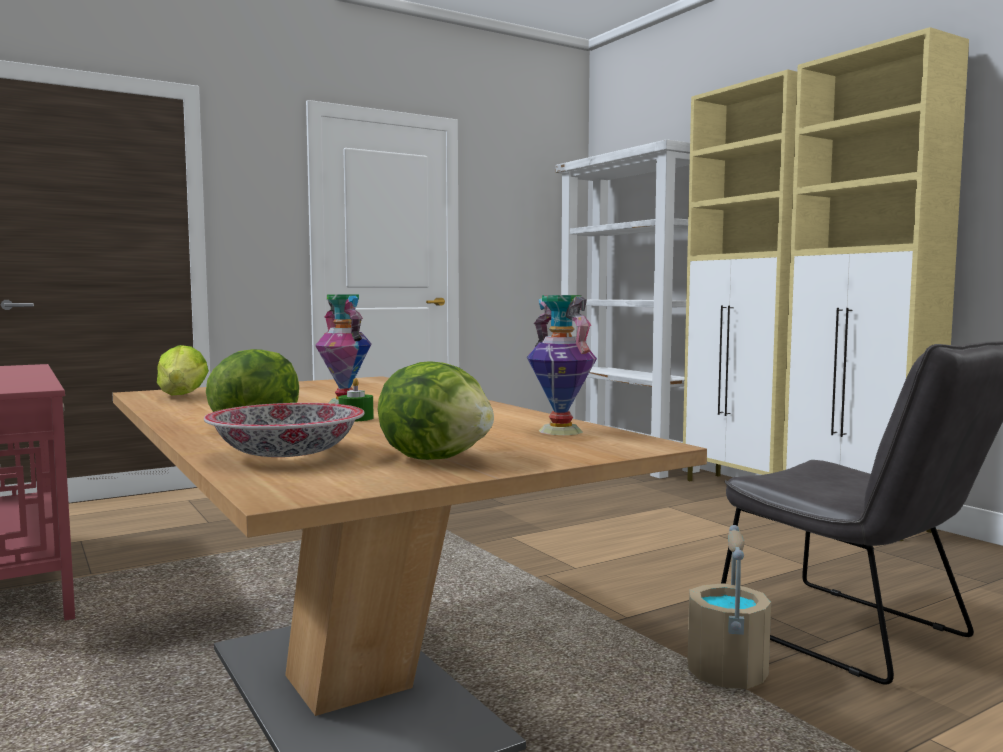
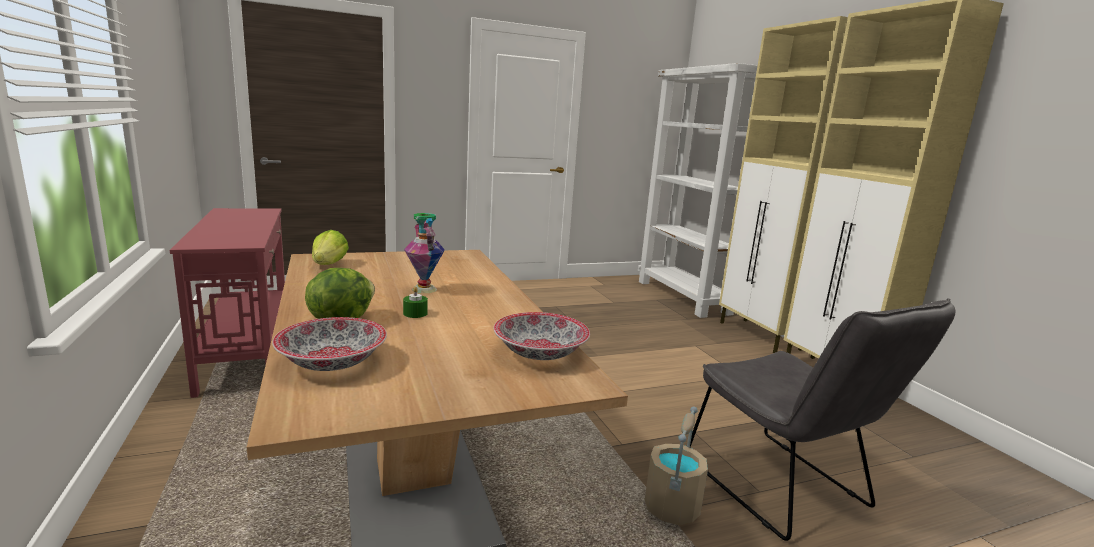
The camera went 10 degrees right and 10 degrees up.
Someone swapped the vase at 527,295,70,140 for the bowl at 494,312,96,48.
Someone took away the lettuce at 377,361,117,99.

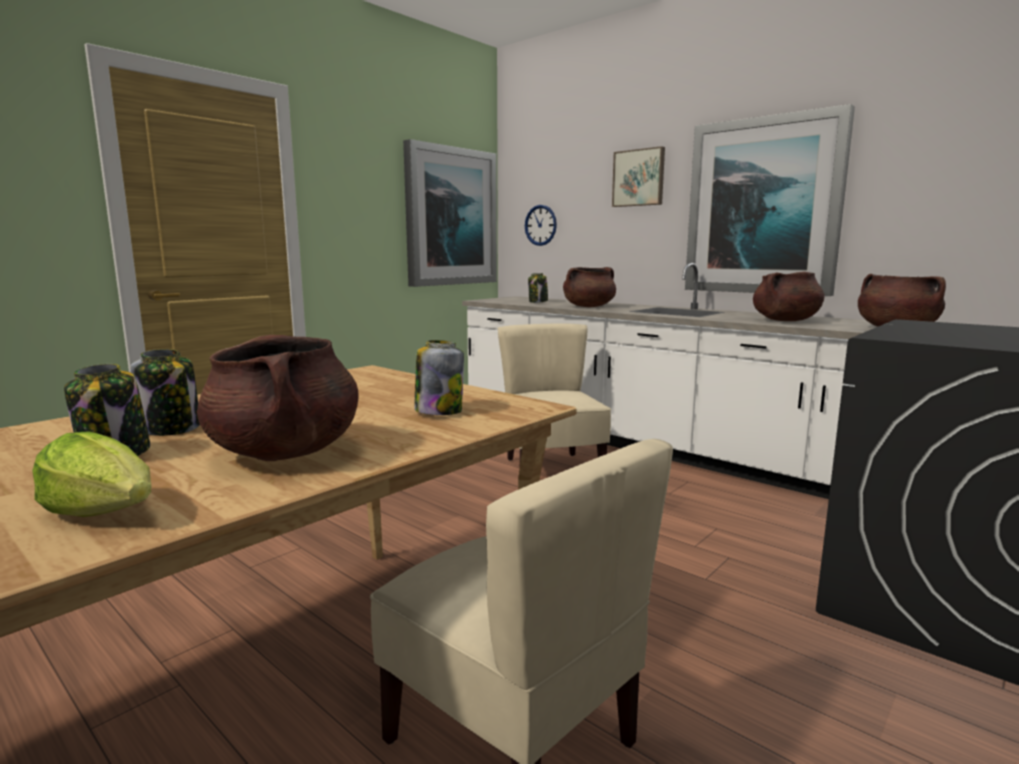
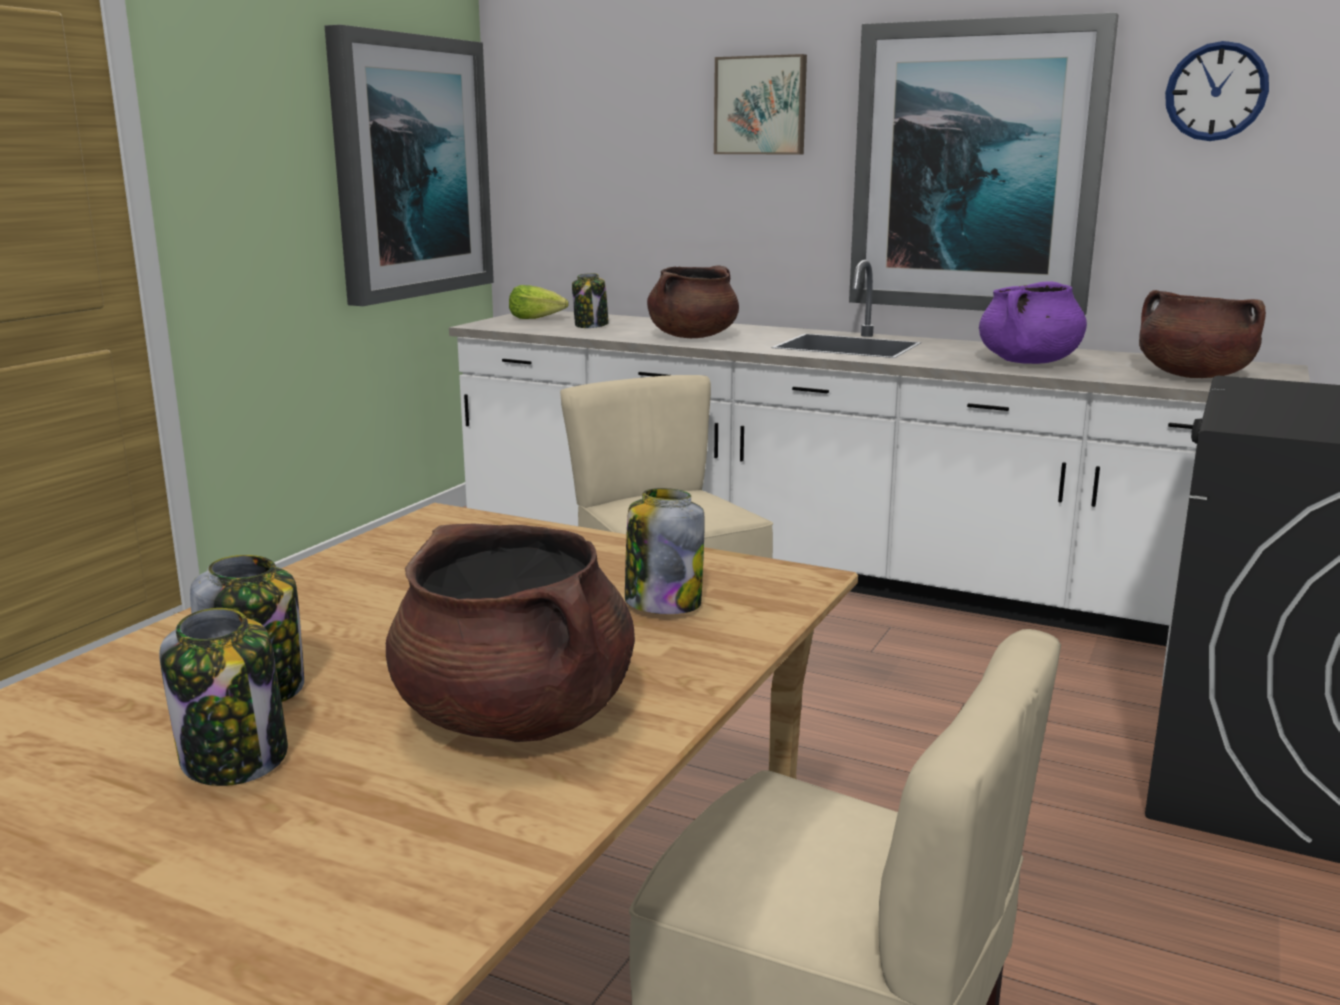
The camera went 15 degrees left and 5 degrees up.
Someone carried the lettuce from 32,431,120,86 to 509,285,60,34.
Someone repainted the brown_cooking_pot at 753,272,72,49, which became the purple_cooking_pot at 979,281,108,83.
Someone carried the wall_clock from 525,205,32,41 to 1165,41,104,100.

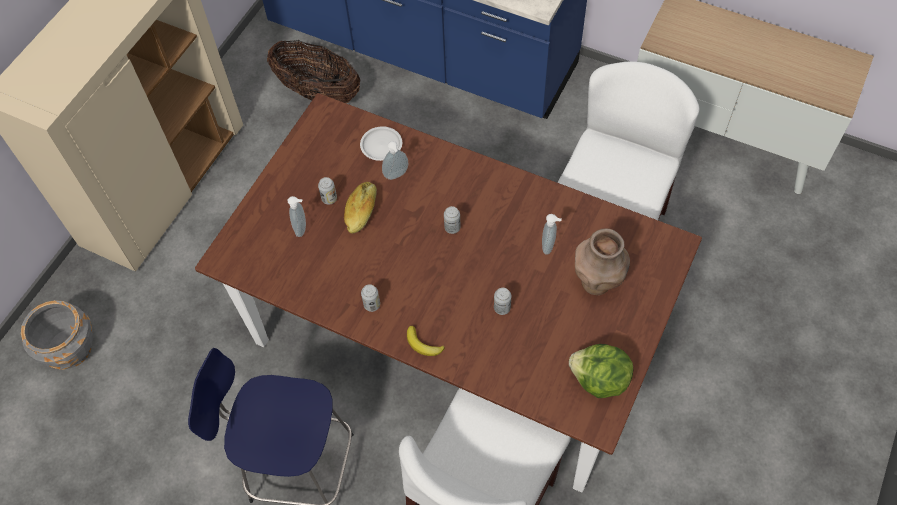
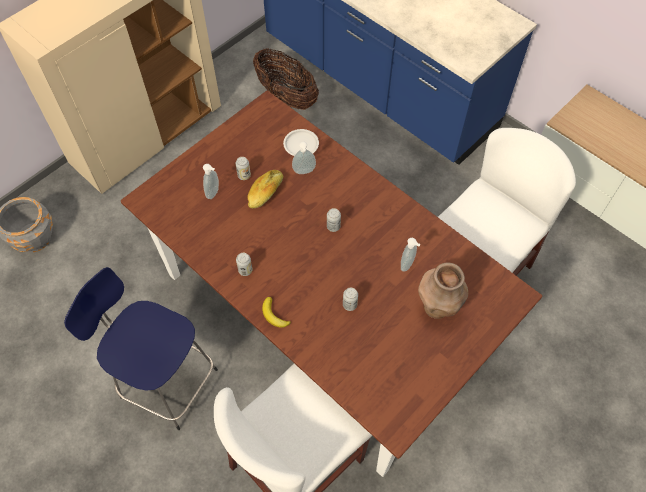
The camera went 15 degrees right and 0 degrees up.
Someone took away the lettuce at 569,344,64,54.

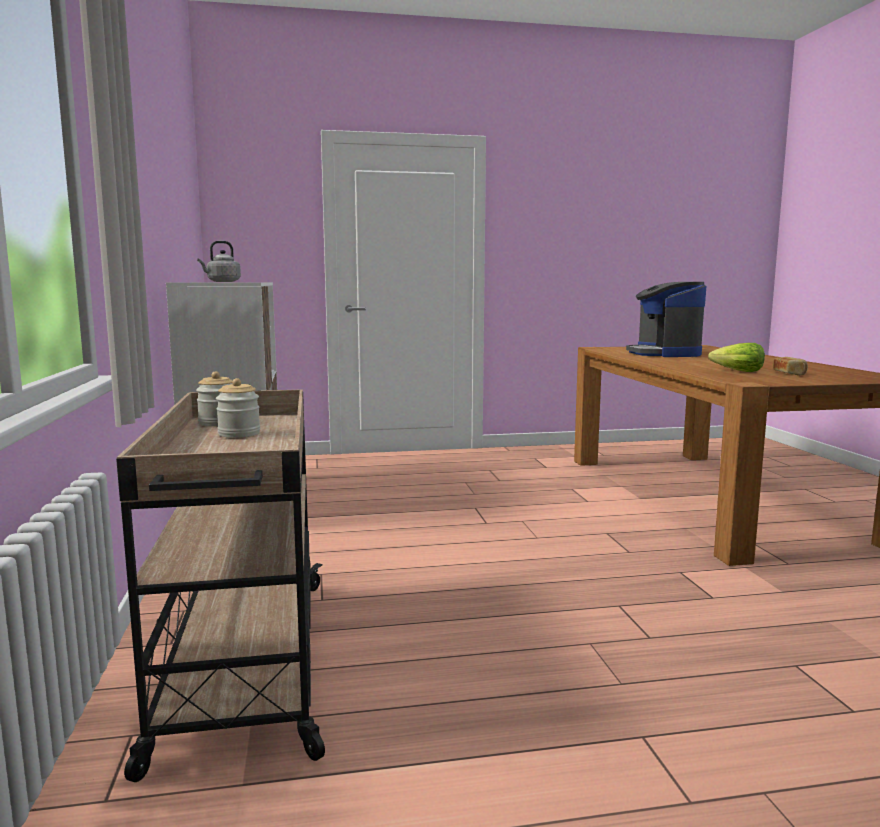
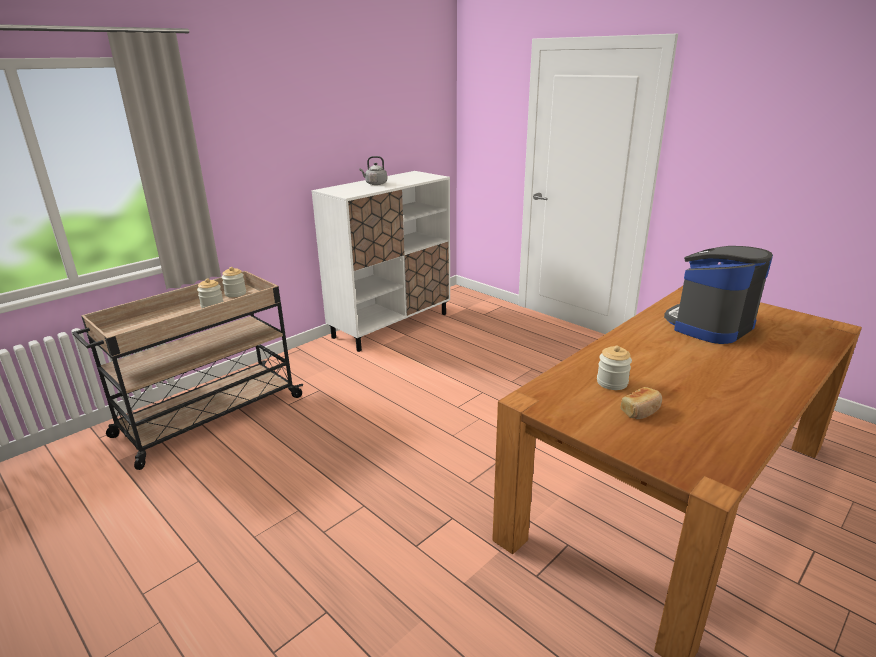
The camera went 55 degrees right and 15 degrees up.
Someone swapped the lettuce at 708,343,57,29 for the jar at 597,346,35,44.

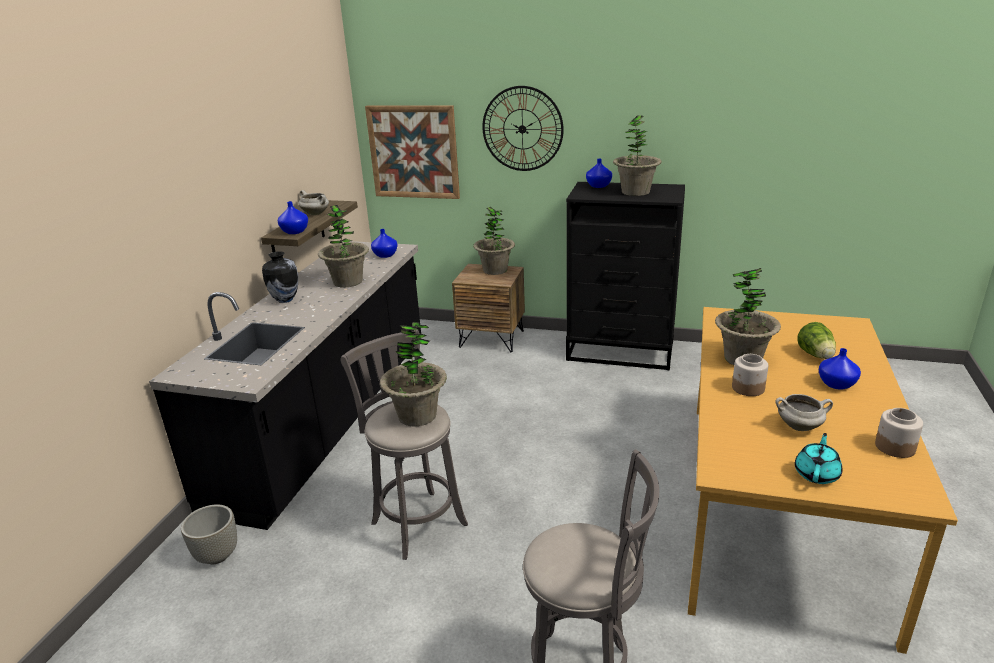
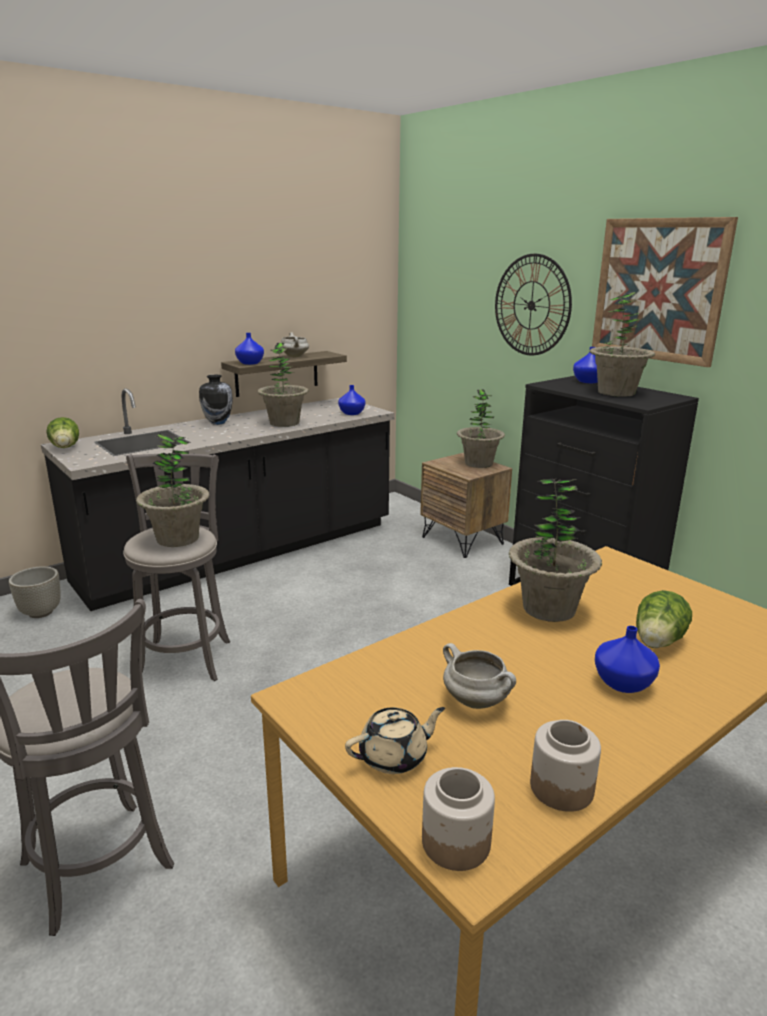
The camera went 35 degrees right and 5 degrees down.
Someone put down the lettuce at 46,417,33,31.
Someone repainted the turquoise_teapot at 795,433,47,51, which became the beige_teapot at 345,707,100,67.
Someone carried the jar from 732,354,36,42 to 422,767,73,104.
Someone carried the picture from 365,106,95,93 to 592,217,146,150.

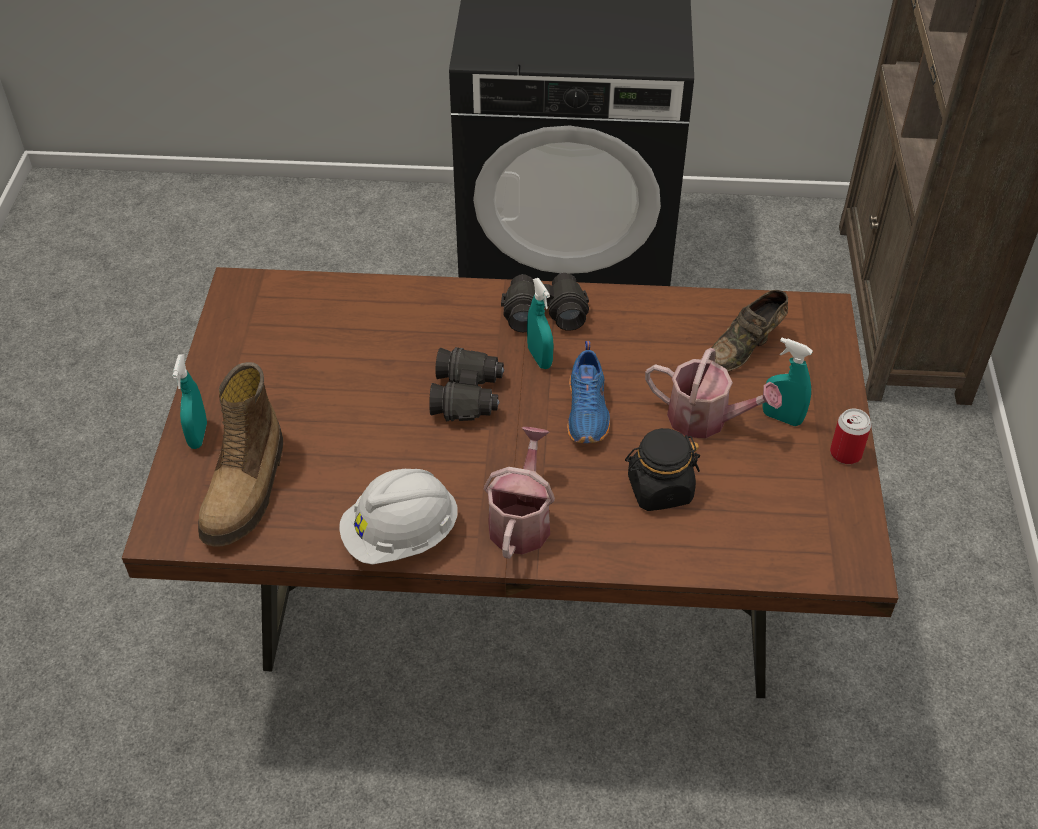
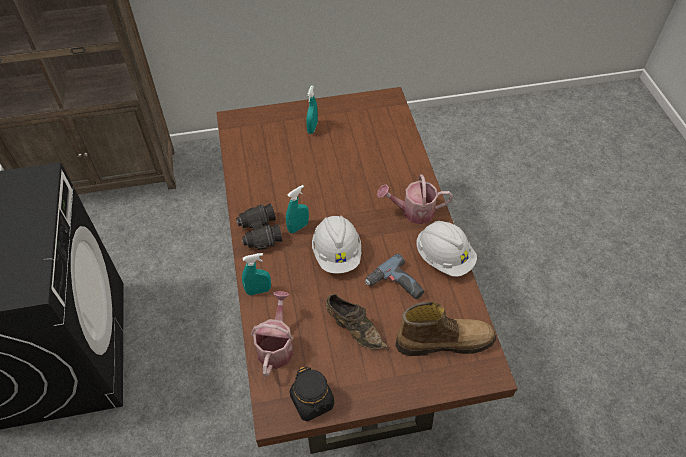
The camera went 105 degrees left and 5 degrees up.
Someone carried the turquoise_spray_bottle from 173,355,34,94 to 242,253,29,42.
Someone carried the watering_can from 645,348,137,90 to 251,291,42,86.
Someone carried the black_jar from 625,428,75,83 to 290,367,44,54.
Someone swapped the black_binoculars at 429,347,75,74 for the white_hard_hat at 312,215,49,59.
Someone carried the brown_shoe from 708,290,80,81 to 325,294,63,55.
Someone put down the power_drill at 365,254,59,45.
Someone took away the blue_shoe at 567,341,43,102.
Someone took away the can at 830,409,41,55.

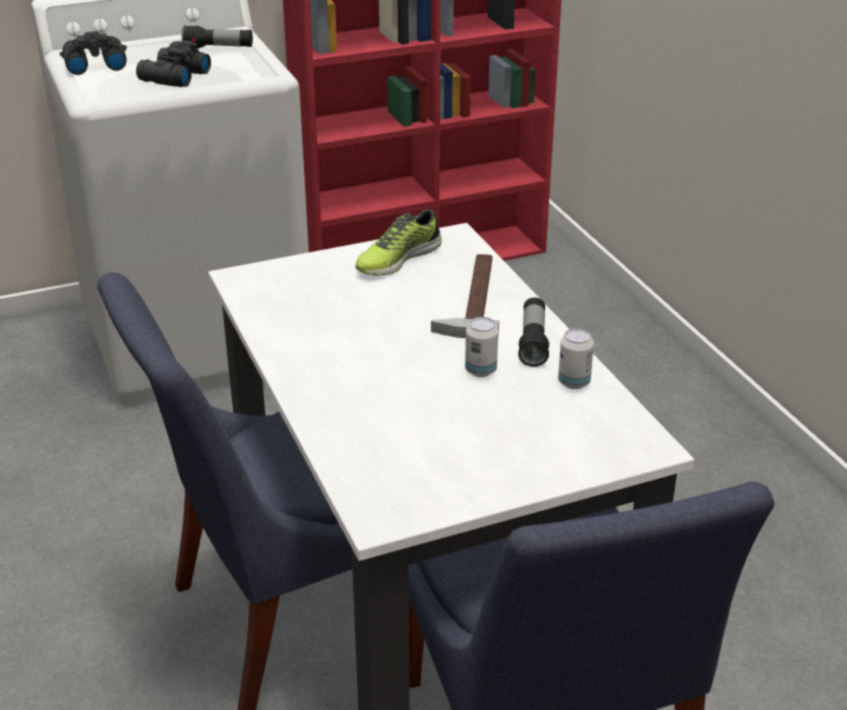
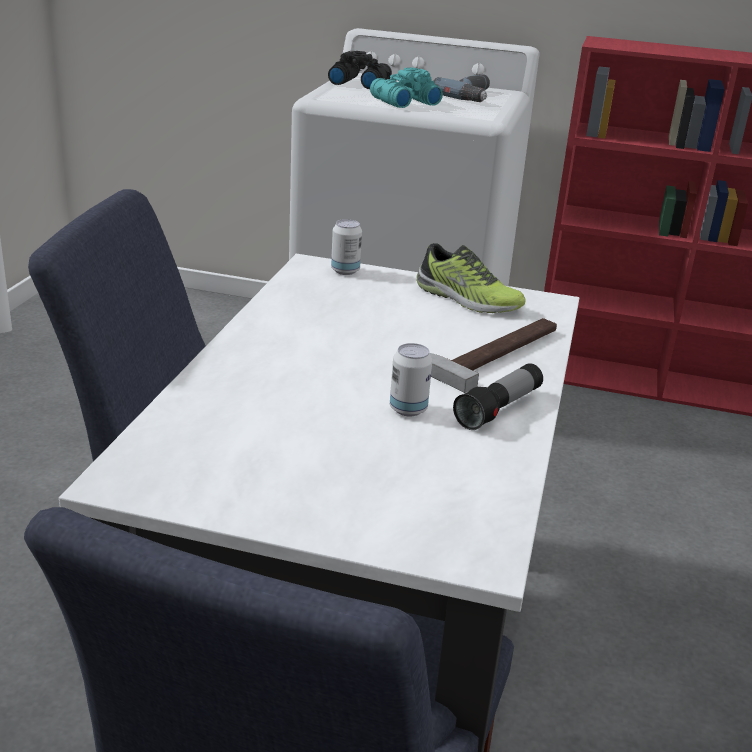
The camera went 35 degrees right and 5 degrees down.
Someone carried the can from 558,328,36,61 to 331,219,31,56.
Someone repainted the black_binoculars at 136,40,75,47, which became the turquoise_binoculars at 370,68,73,40.
Someone rotated the shoe at 355,209,87,67 by 135 degrees counterclockwise.
Someone swapped the flashlight at 182,25,71,24 for the power_drill at 434,74,56,28.

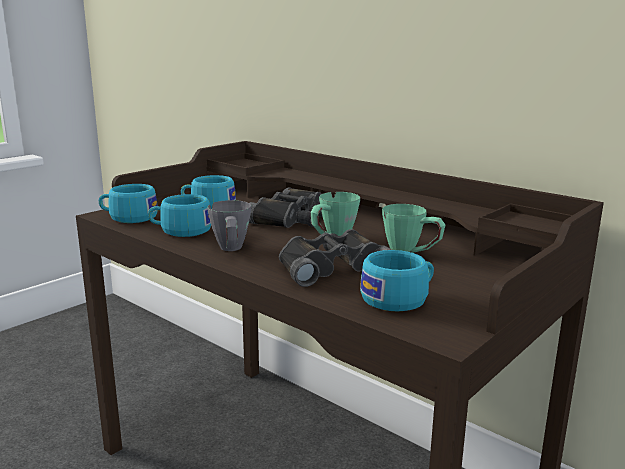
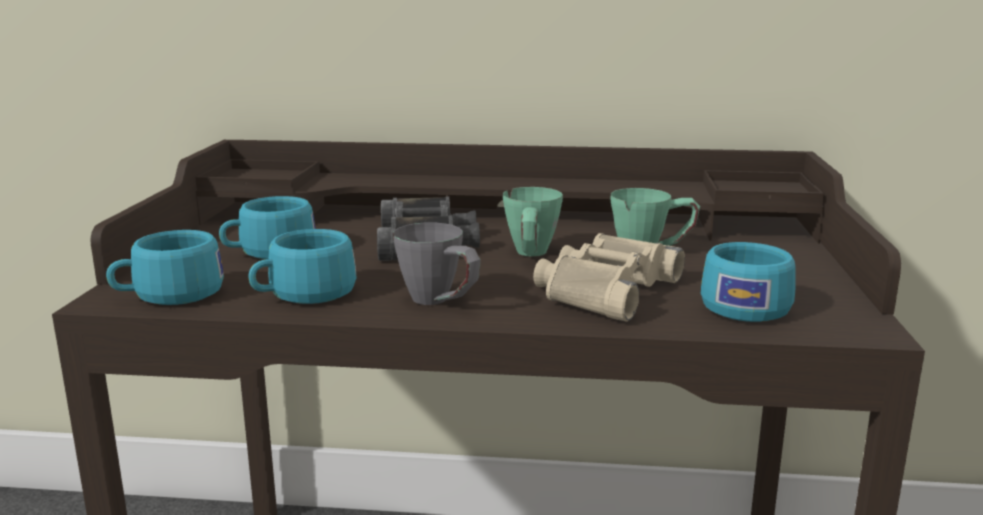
The camera went 35 degrees left and 0 degrees up.
Someone repainted the black_binoculars at 279,229,113,58, which became the beige_binoculars at 533,233,152,89.

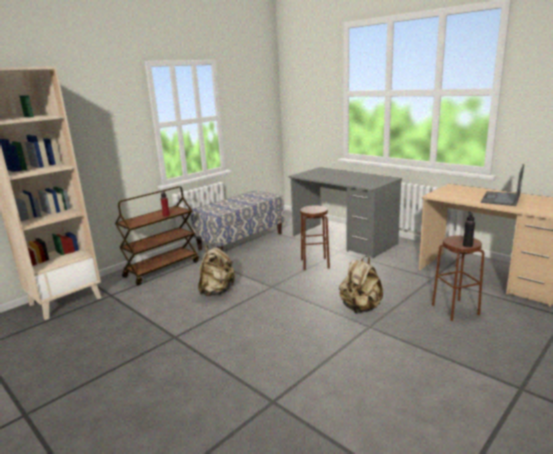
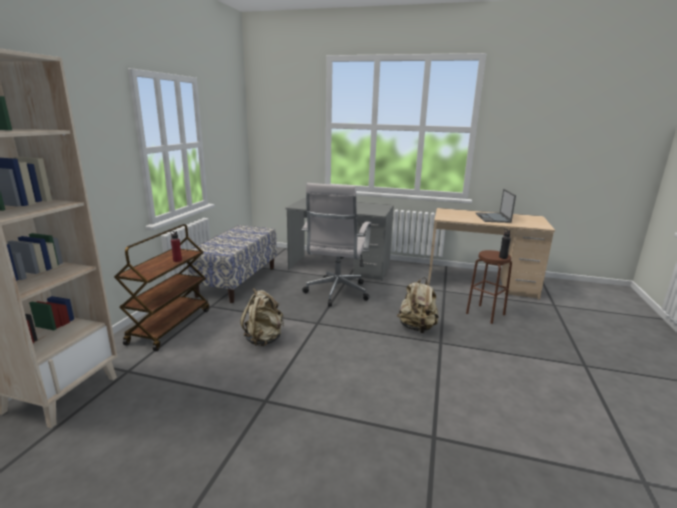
The camera went 30 degrees left and 0 degrees up.
Someone swapped the brown_stool at 300,206,30,64 for the white_office_chair at 302,183,69,124.

